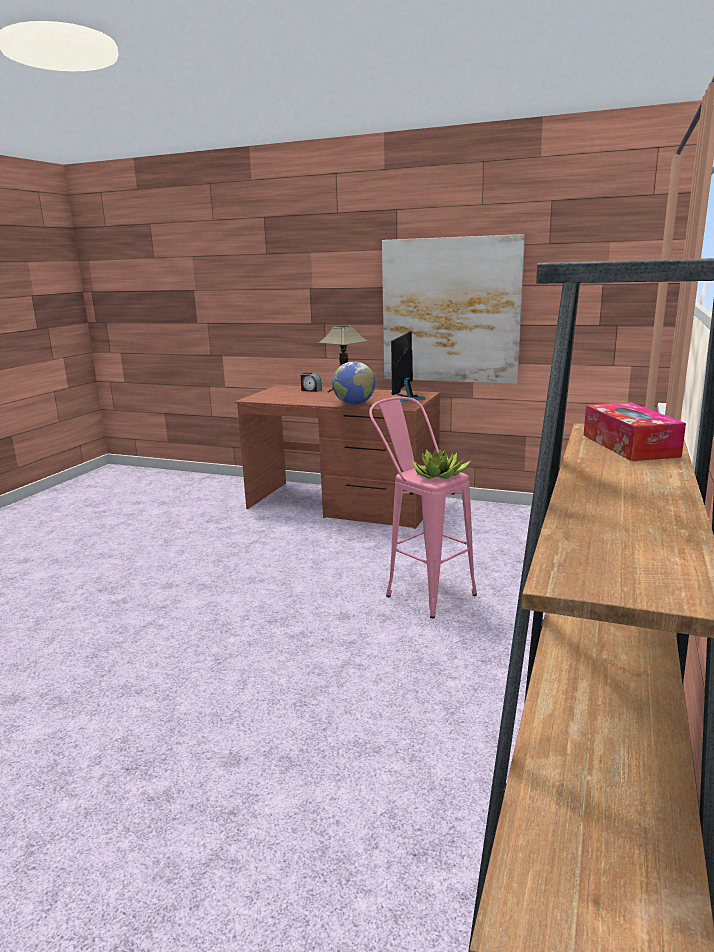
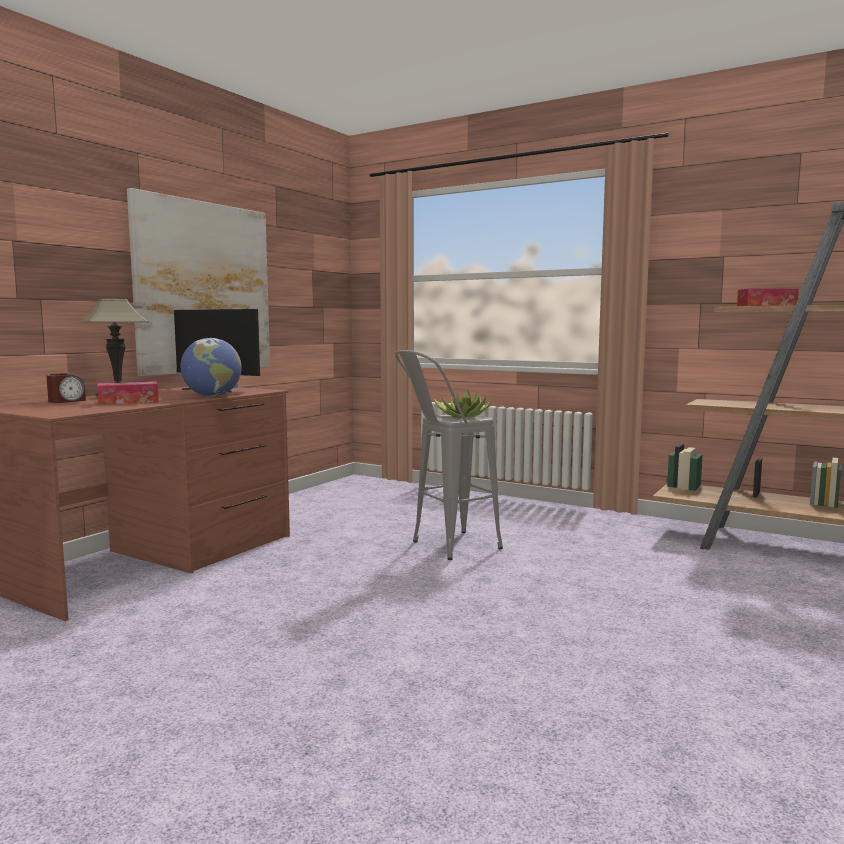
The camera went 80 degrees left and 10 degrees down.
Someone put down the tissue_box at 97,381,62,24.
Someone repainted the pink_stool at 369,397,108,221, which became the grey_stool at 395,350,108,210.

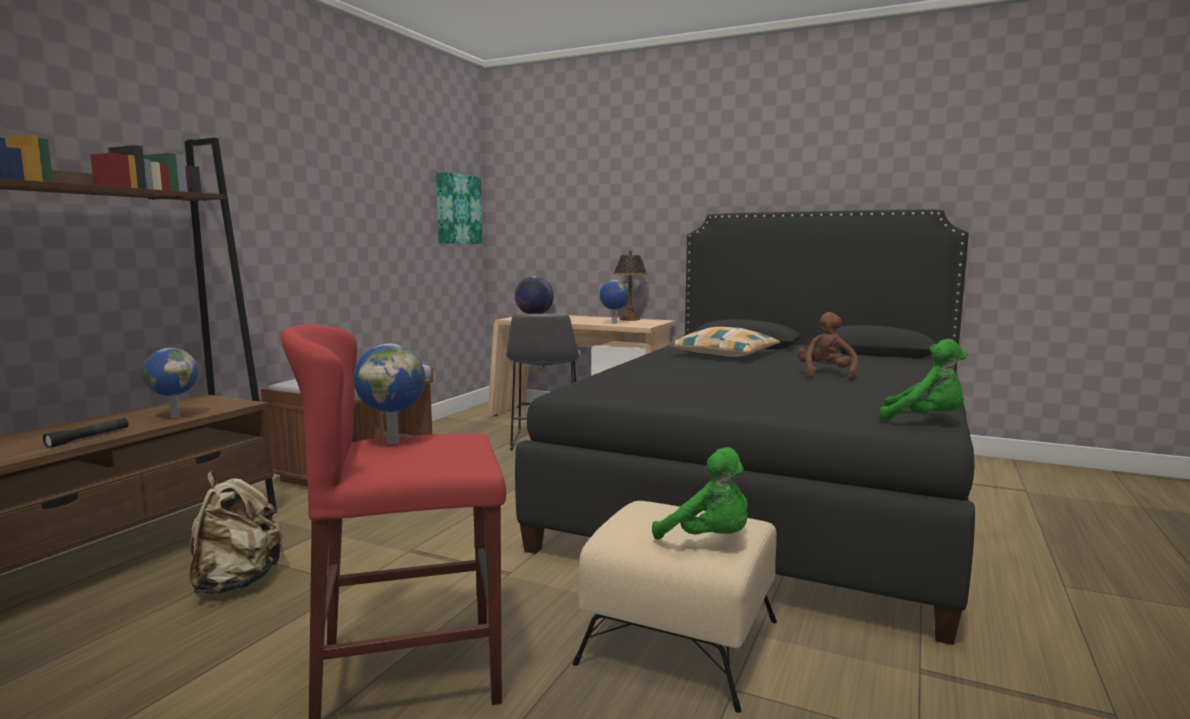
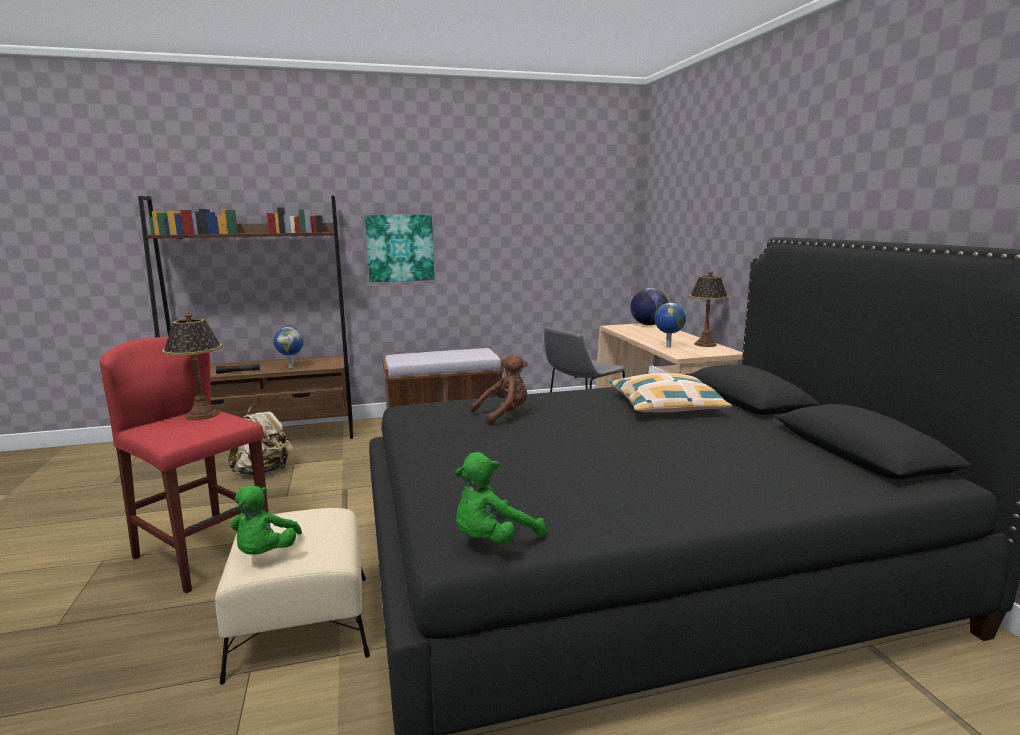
The camera went 50 degrees right and 5 degrees up.
Someone swapped the globe at 354,344,71,100 for the table_lamp at 162,313,60,107.
Someone carried the picture from 436,171,46,73 to 365,214,69,68.
Someone rotated the green_plush_toy at 879,339,89,83 by 60 degrees clockwise.
Someone carried the brown_plush_toy from 797,312,61,69 to 471,354,57,71.

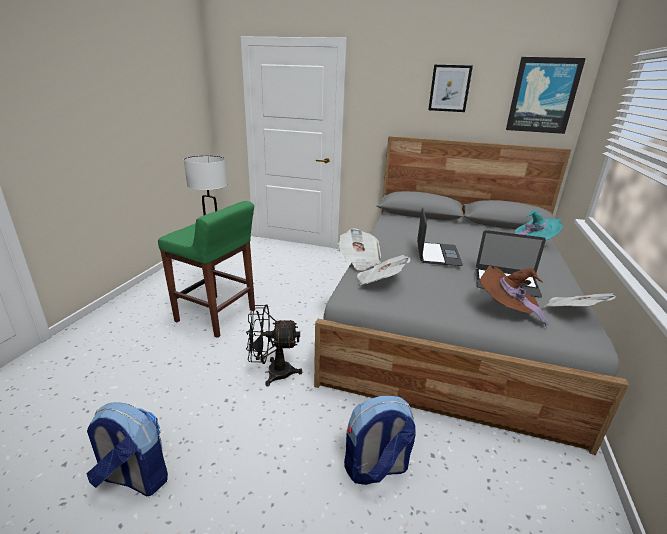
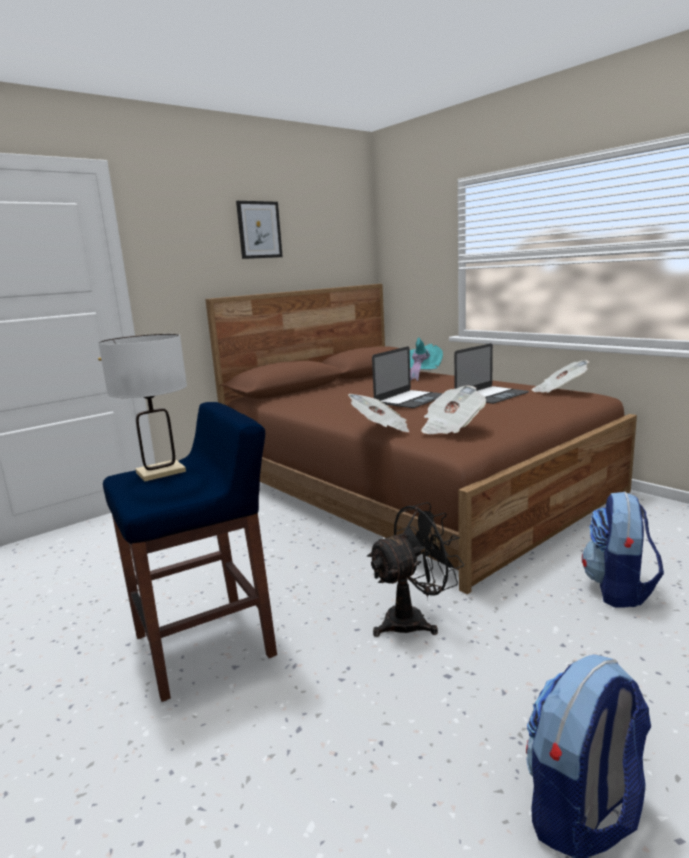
The camera went 55 degrees left and 10 degrees down.
Someone repainted the green_stool at 158,201,97,137, which became the blue_stool at 103,402,174,300.
Someone repainted the grey_bed at 314,136,315,319, which became the brown_bed at 205,284,432,310.
Someone rotated the black_fan at 246,304,57,82 by 150 degrees counterclockwise.
Someone rotated the laptop at 417,208,46,58 by 90 degrees clockwise.
Someone took away the brown_hat at 480,266,69,62.
Someone took away the picture at 506,57,80,77.

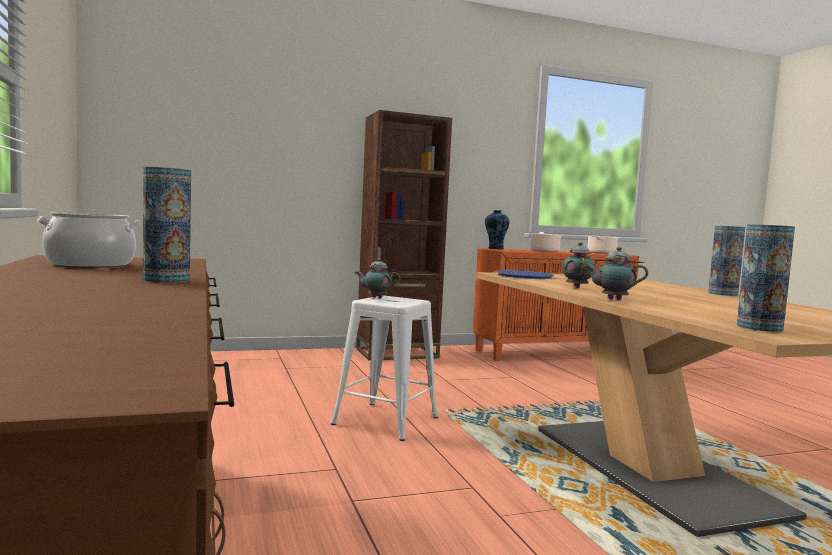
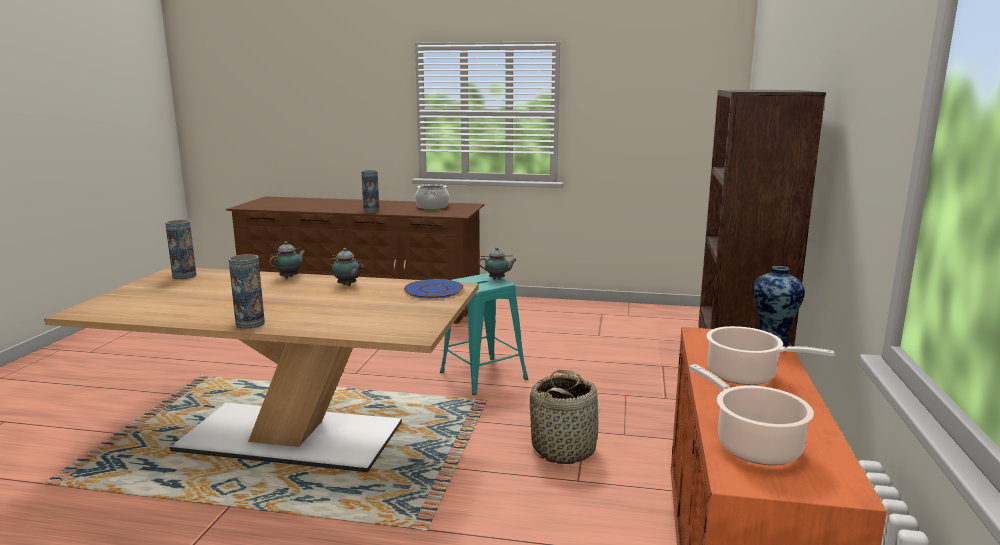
The camera went 120 degrees right and 10 degrees up.
Someone repainted the white_stool at 330,296,108,145, which became the turquoise_stool at 440,273,88,122.
Someone rotated the teapot at 355,258,46,40 by 45 degrees clockwise.
Someone put down the basket at 530,370,70,94.

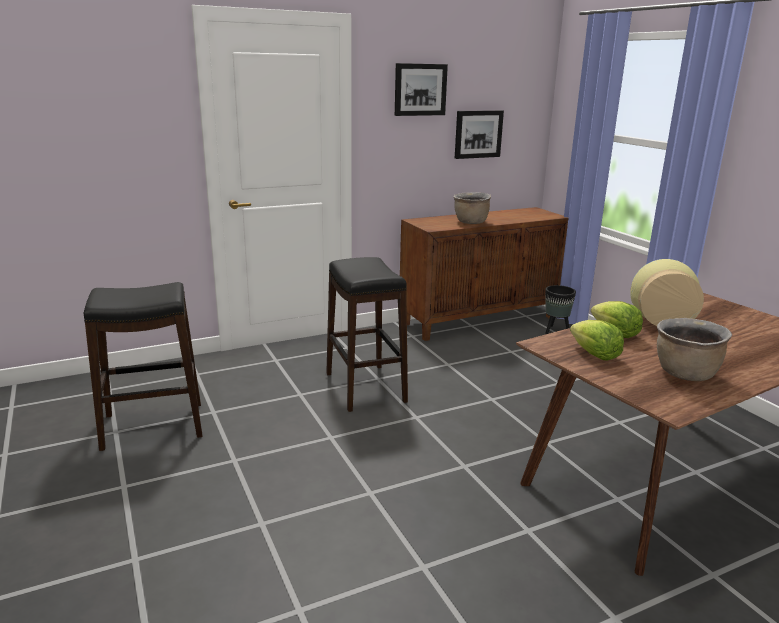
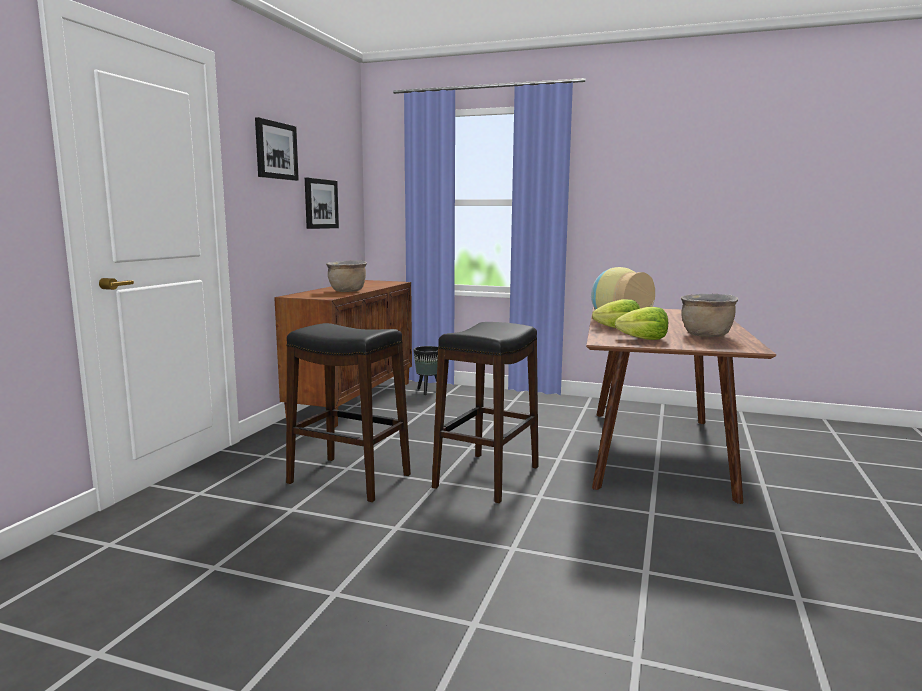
The camera went 45 degrees left and 10 degrees down.
Someone carried the black_stool from 84,282,119,169 to 432,322,107,181.

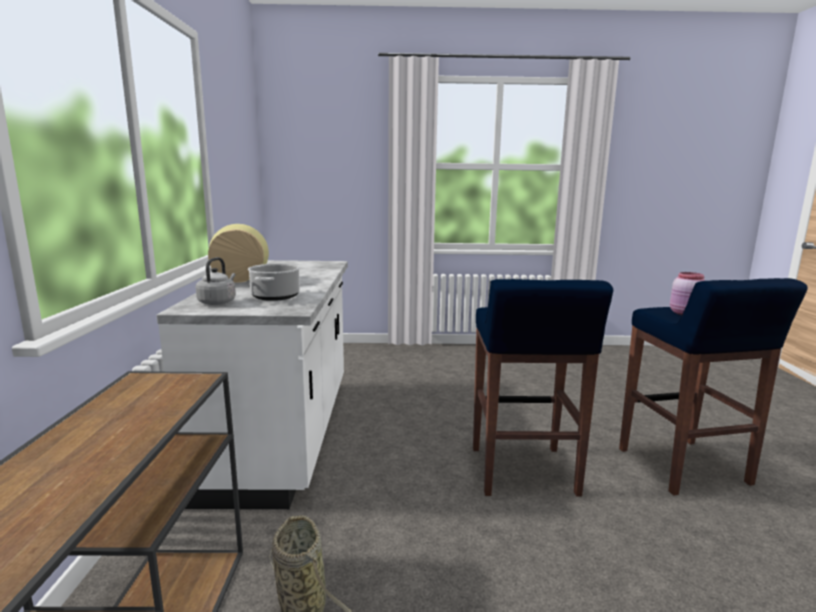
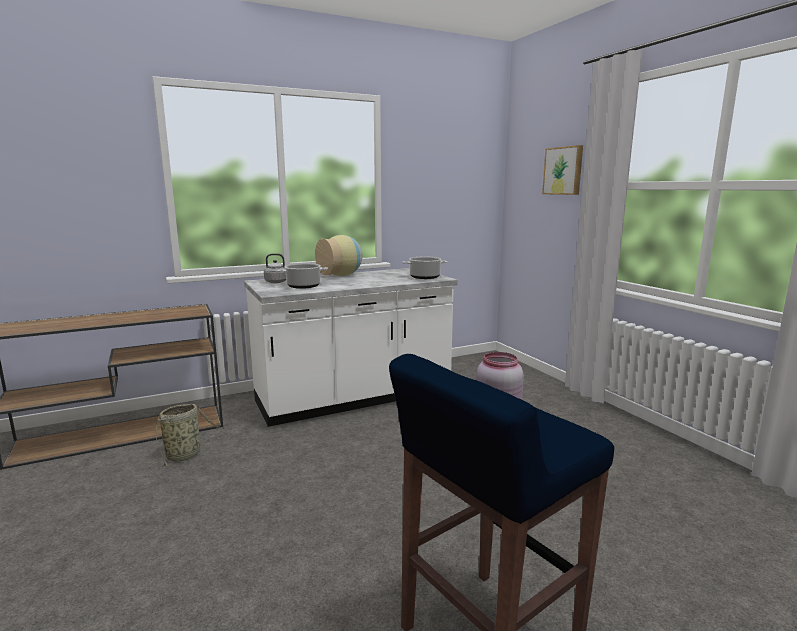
The camera went 65 degrees right and 0 degrees up.
Someone put down the cooking_pot at 402,257,46,22.
Someone put up the picture at 542,145,41,50.
Someone took away the blue_stool at 473,279,140,217.

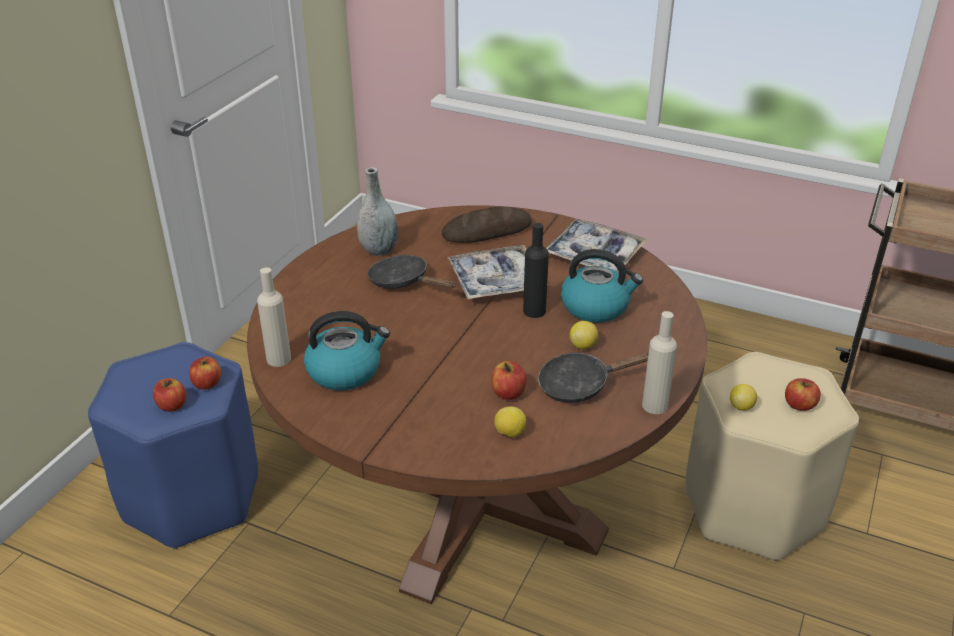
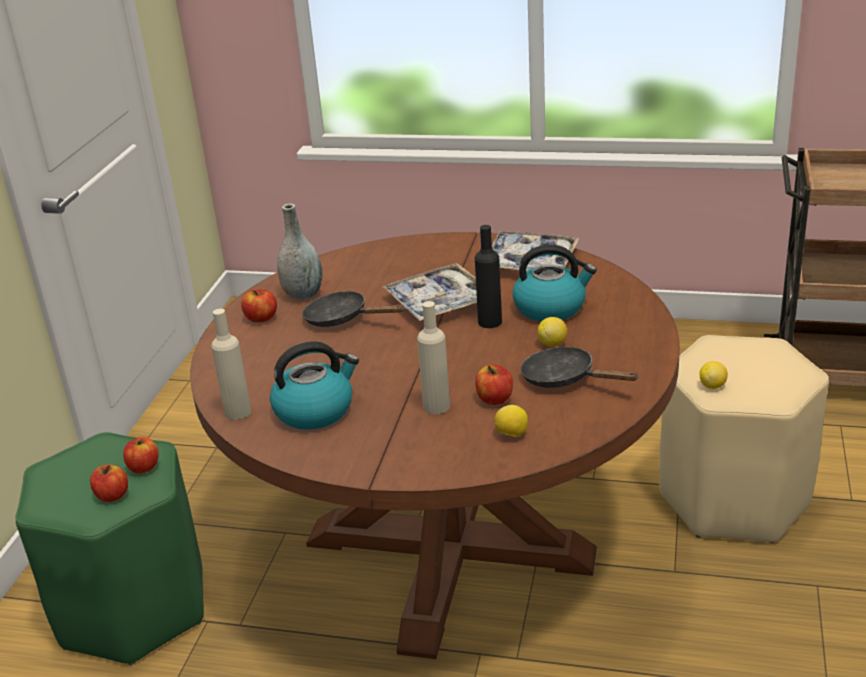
The camera went 10 degrees left and 5 degrees down.
Someone repainted the blue_stool at 88,342,170,208, which became the green_stool at 15,432,189,233.
Someone carried the apple from 785,378,35,33 to 241,289,36,33.
Someone carried the beige_bottle from 642,311,35,103 to 417,301,33,113.
Someone rotated the black_frying_pan at 538,352,111,51 by 60 degrees clockwise.
Someone took away the bread at 442,207,90,36.

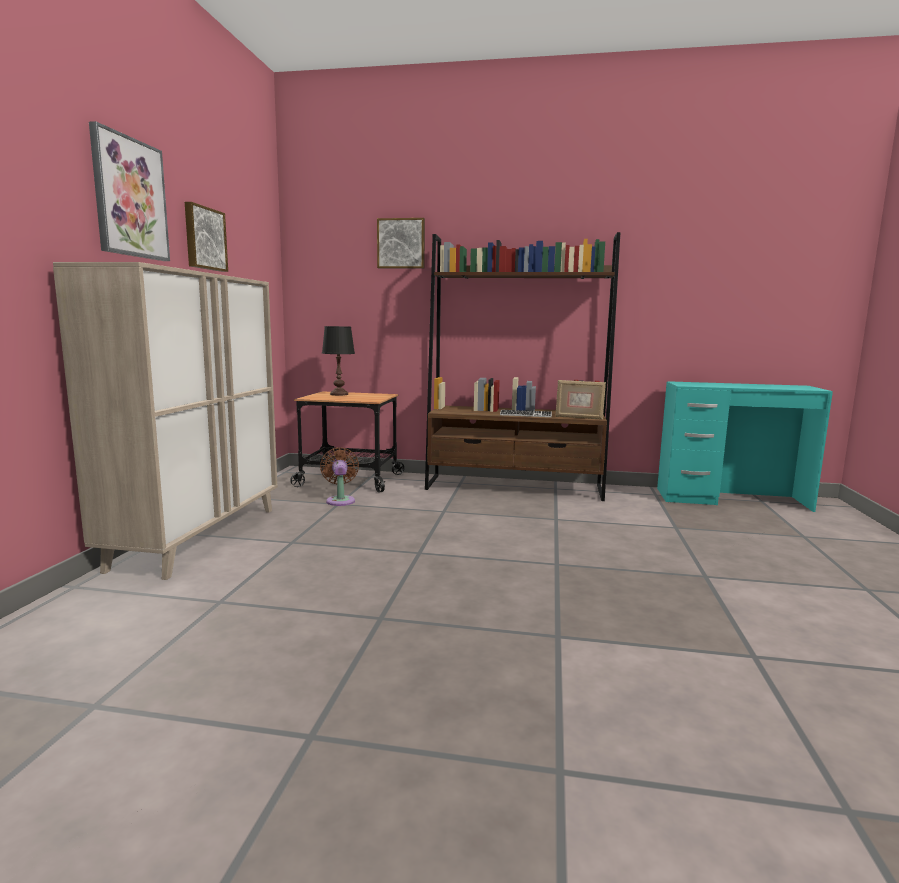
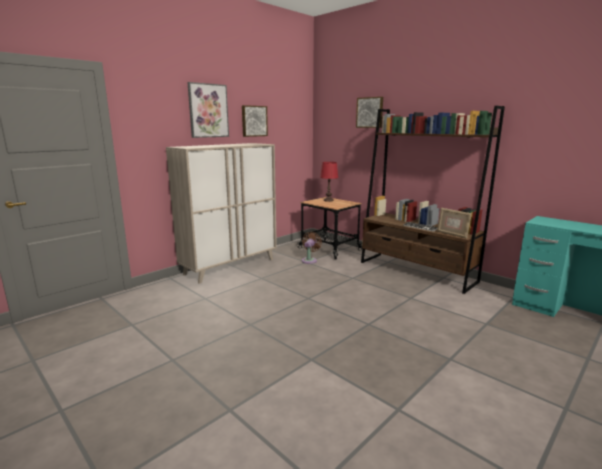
The camera went 35 degrees right and 5 degrees up.
Someone repainted the black_table_lamp at 322,326,33,70, which became the red_table_lamp at 320,162,18,40.

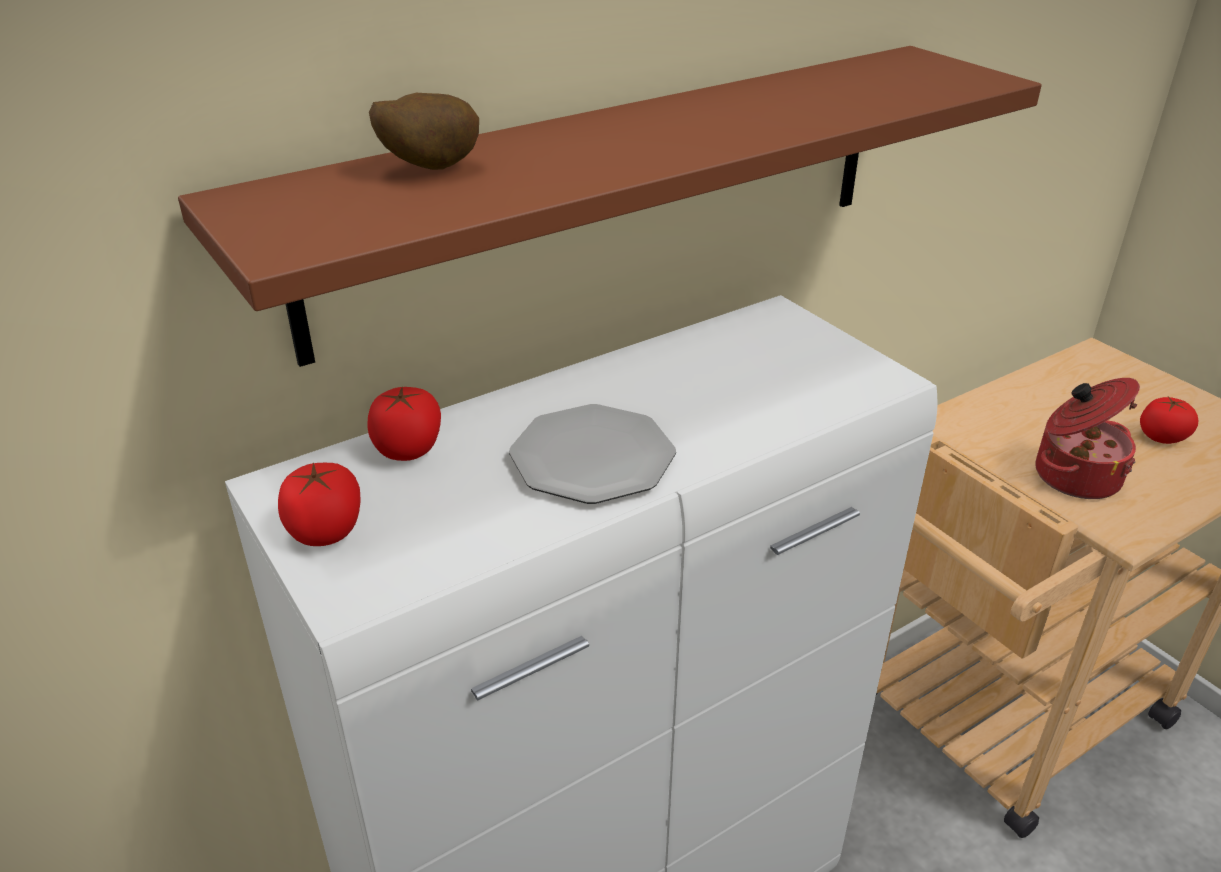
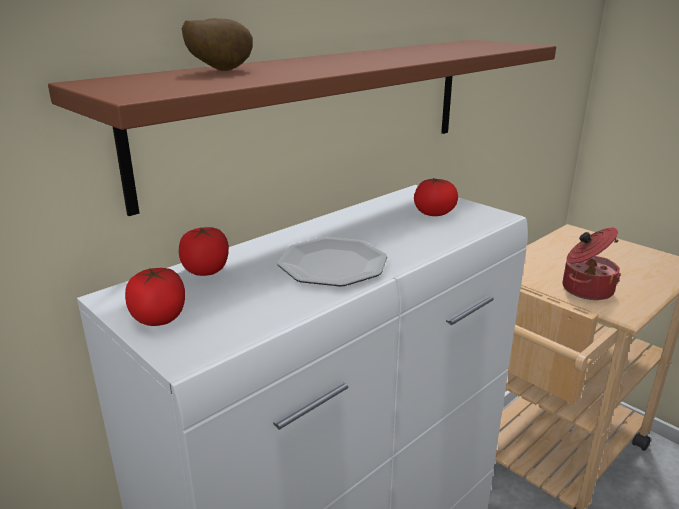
The camera went 10 degrees left and 10 degrees down.
Someone carried the tomato from 1140,397,58,47 to 414,178,44,38.

